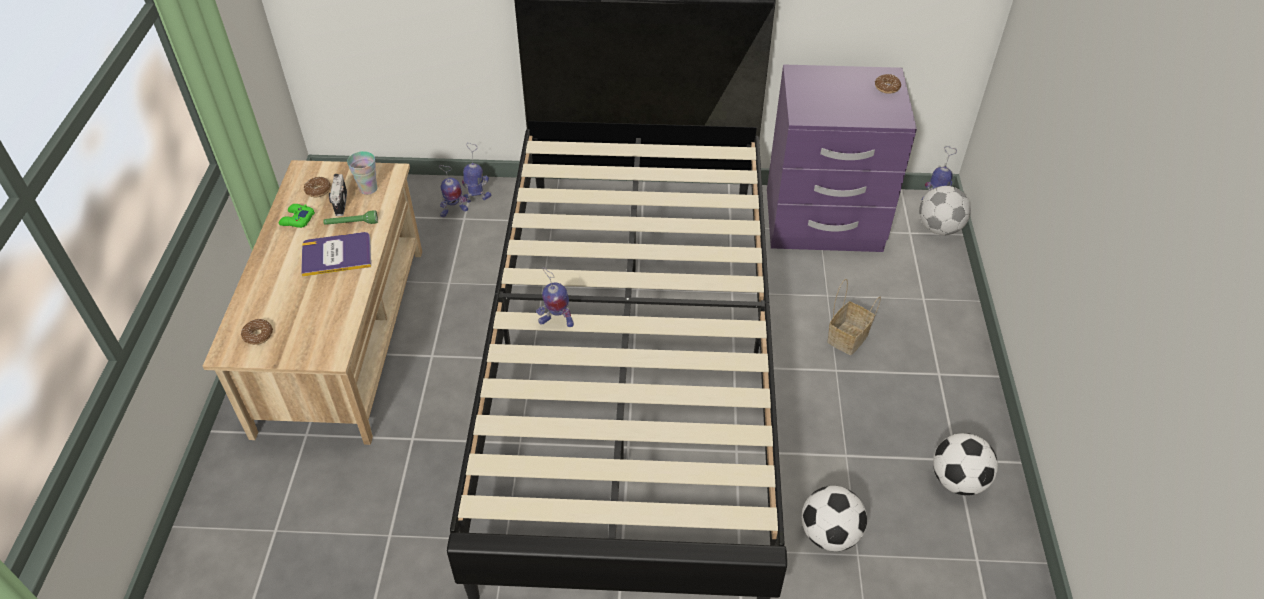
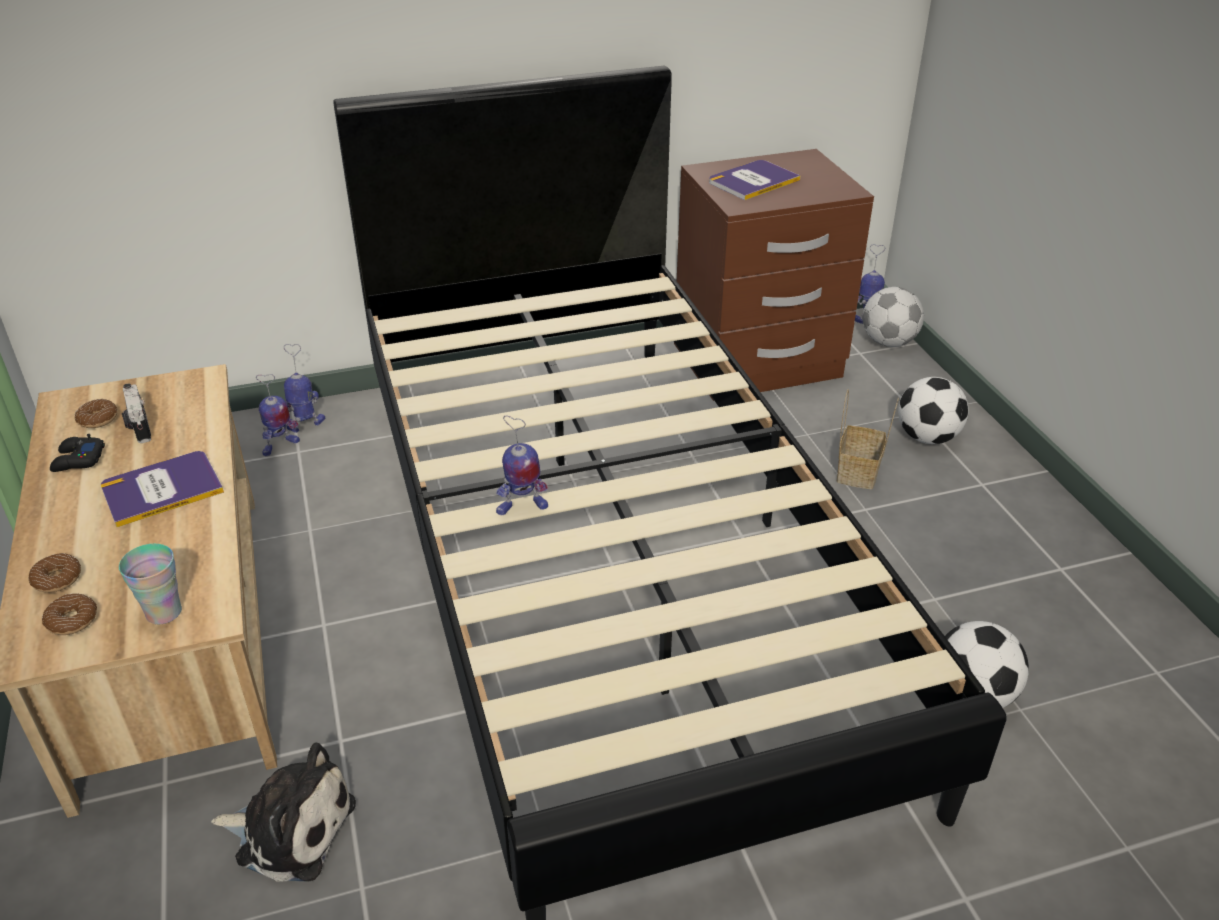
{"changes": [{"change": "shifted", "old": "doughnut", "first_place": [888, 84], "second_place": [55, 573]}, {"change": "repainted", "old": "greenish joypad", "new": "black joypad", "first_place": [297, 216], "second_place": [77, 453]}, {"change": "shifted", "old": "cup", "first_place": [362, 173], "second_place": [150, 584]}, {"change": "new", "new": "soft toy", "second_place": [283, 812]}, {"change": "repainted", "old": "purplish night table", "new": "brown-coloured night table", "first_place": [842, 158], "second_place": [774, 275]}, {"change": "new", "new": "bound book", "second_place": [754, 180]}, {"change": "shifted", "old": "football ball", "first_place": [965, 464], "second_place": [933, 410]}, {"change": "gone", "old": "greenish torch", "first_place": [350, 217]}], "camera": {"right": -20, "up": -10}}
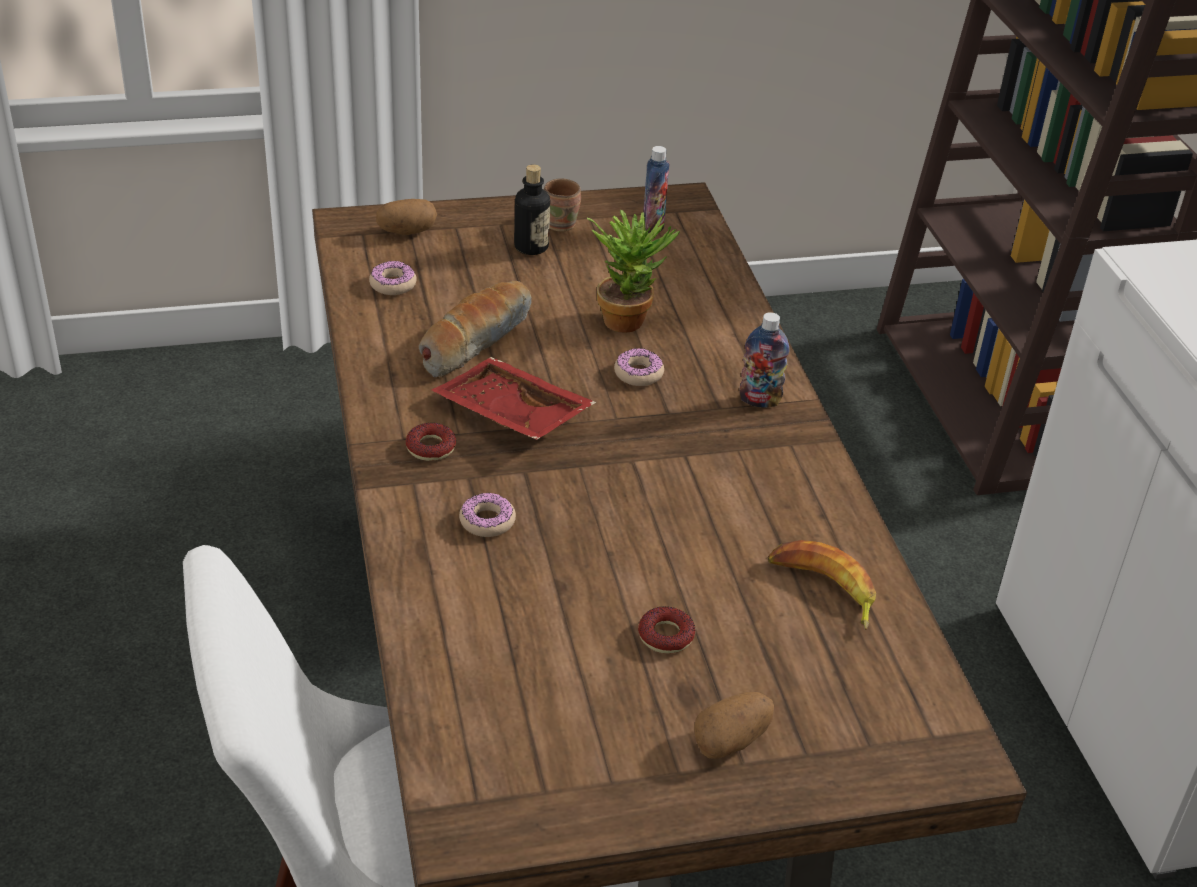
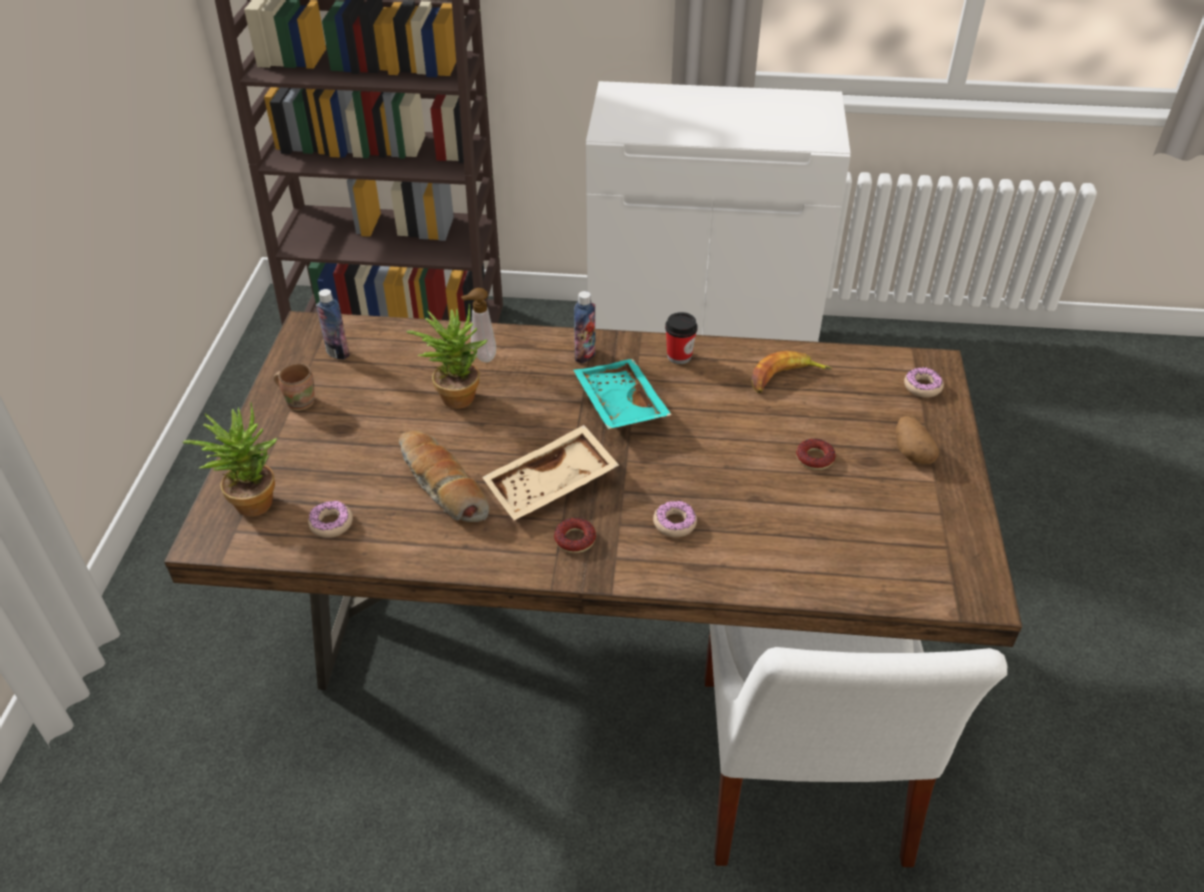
{"changes": [{"change": "swapped", "old": "potato", "new": "plant in a pot", "first_place": [406, 217], "second_place": [230, 460]}, {"change": "new", "new": "liquid soap bottle", "second_place": [478, 325]}, {"change": "repainted", "old": "red-coloured serving tray", "new": "beige-coloured serving tray", "first_place": [514, 398], "second_place": [550, 472]}, {"change": "new", "new": "turquoise serving tray", "second_place": [623, 394]}, {"change": "new", "new": "cup", "second_place": [681, 338]}, {"change": "shifted", "old": "doughnut", "first_place": [639, 367], "second_place": [924, 382]}, {"change": "gone", "old": "bottle", "first_place": [532, 209]}], "camera": {"right": -70, "up": 5}}
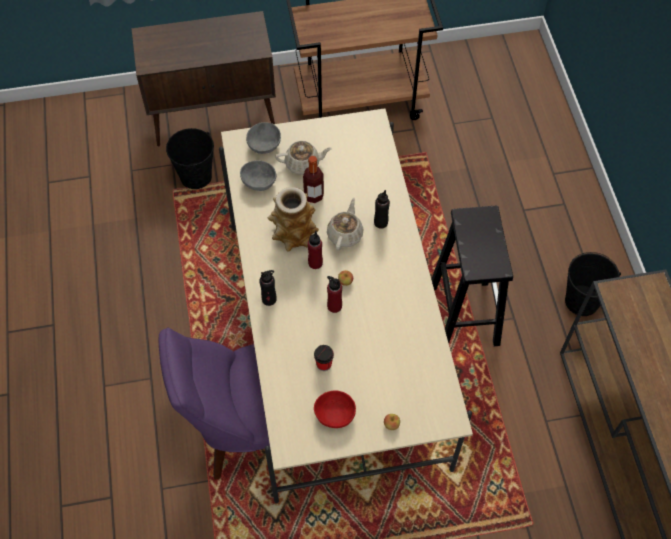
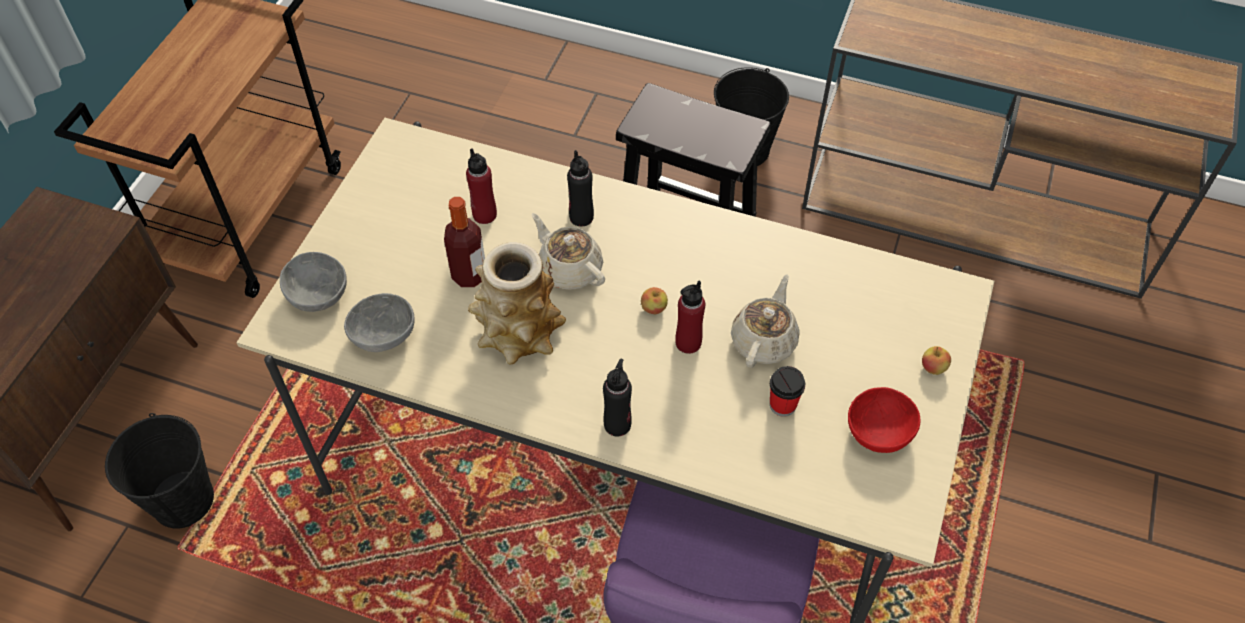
{"changes": [{"change": "shifted", "old": "red-coloured bottle", "first_place": [315, 250], "second_place": [481, 186]}, {"change": "shifted", "old": "beige-coloured pot for tea", "first_place": [303, 158], "second_place": [765, 321]}], "camera": {"right": -60, "up": -5}}
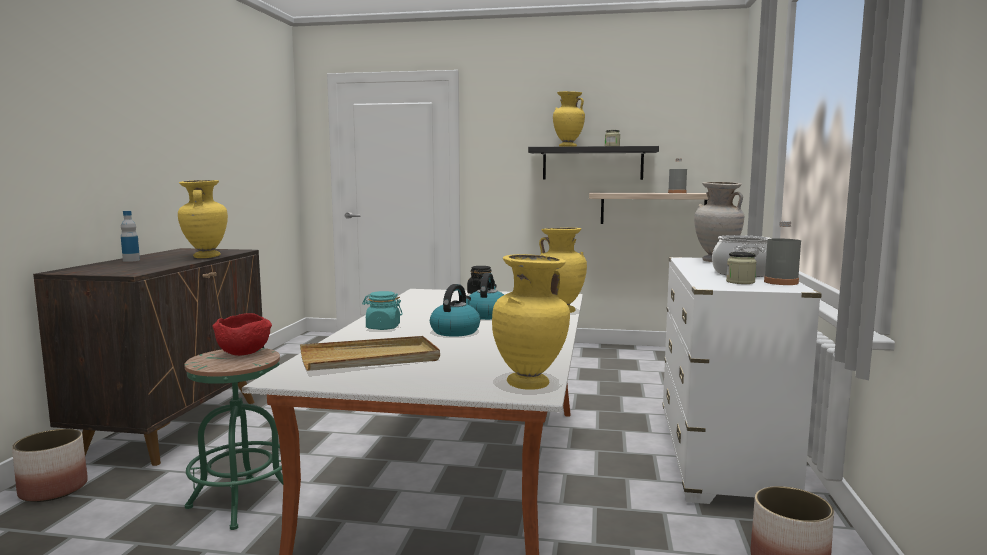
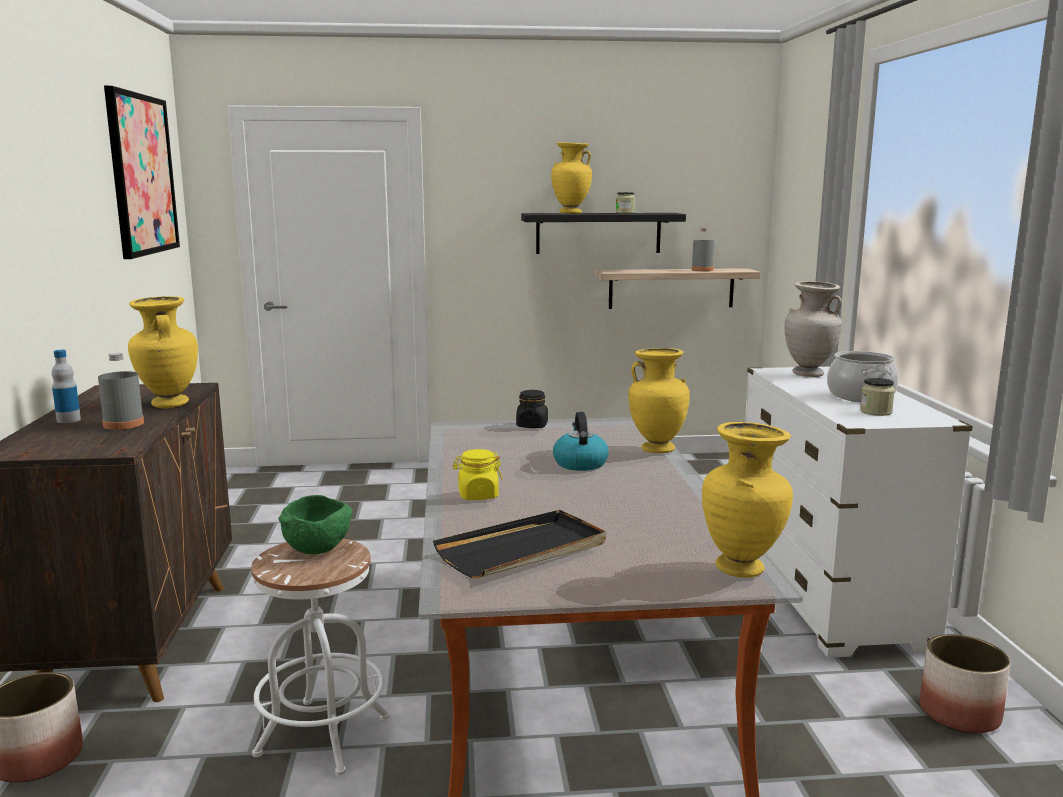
{"changes": [{"change": "shifted", "old": "grey bottle", "first_place": [782, 253], "second_place": [121, 391]}, {"change": "new", "new": "picture", "second_place": [142, 172]}, {"change": "repainted", "old": "greenish stool", "new": "white-coloured stool", "first_place": [233, 439], "second_place": [320, 657]}, {"change": "repainted", "old": "red-coloured bowl", "new": "greenish bowl", "first_place": [242, 334], "second_place": [316, 524]}, {"change": "repainted", "old": "beige-coloured serving tray", "new": "black serving tray", "first_place": [370, 353], "second_place": [519, 544]}, {"change": "repainted", "old": "turquoise storage jar", "new": "yellowish storage jar", "first_place": [382, 310], "second_place": [478, 474]}, {"change": "gone", "old": "tea kettle", "first_place": [455, 310]}], "camera": {"right": -15, "up": 5}}
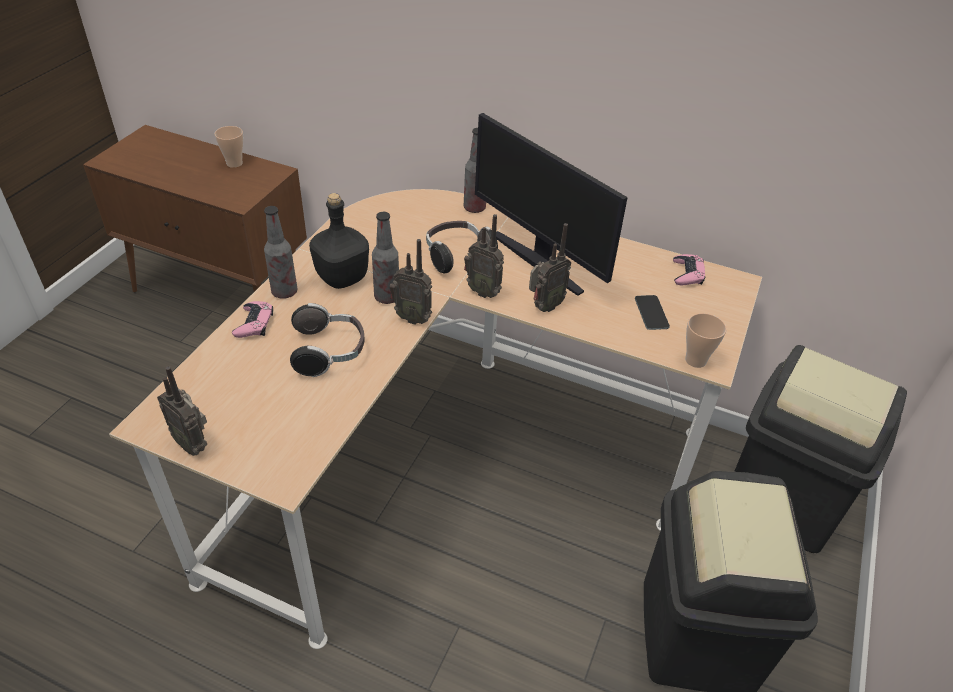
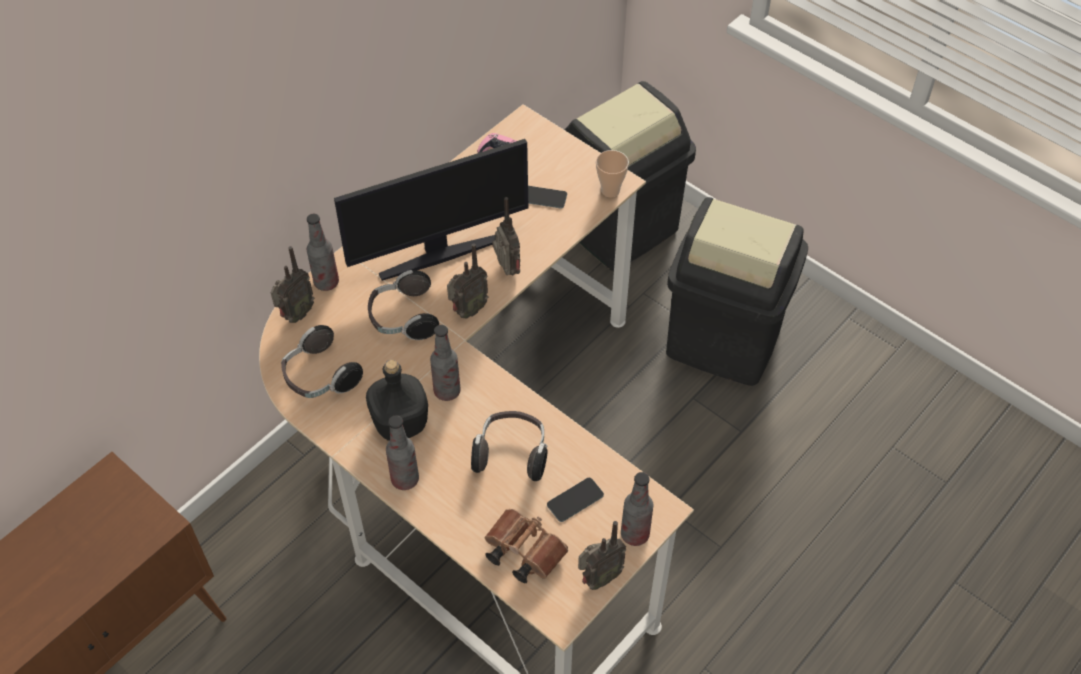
{"changes": [{"change": "shifted", "old": "radio set", "first_place": [411, 282], "second_place": [292, 284]}, {"change": "new", "new": "headset", "second_place": [322, 361]}, {"change": "new", "new": "brown-coloured pair of binoculars", "second_place": [526, 546]}, {"change": "new", "new": "phone", "second_place": [575, 500]}, {"change": "new", "new": "bottle", "second_place": [637, 509]}, {"change": "gone", "old": "cup", "first_place": [229, 147]}, {"change": "gone", "old": "pinkish joypad", "first_place": [252, 319]}], "camera": {"right": -70, "up": 10}}
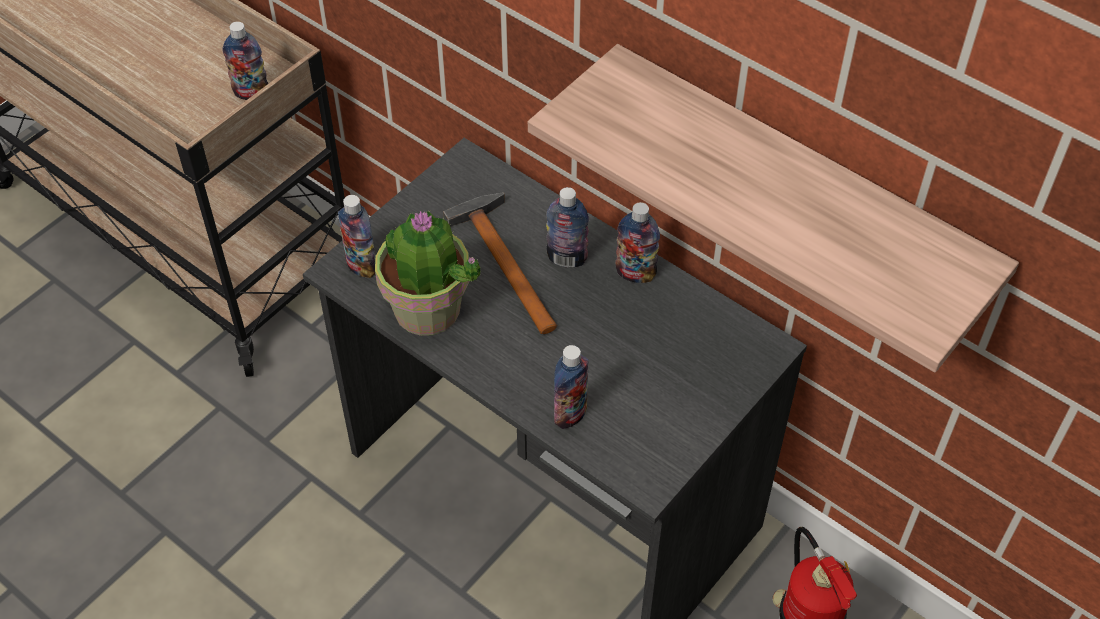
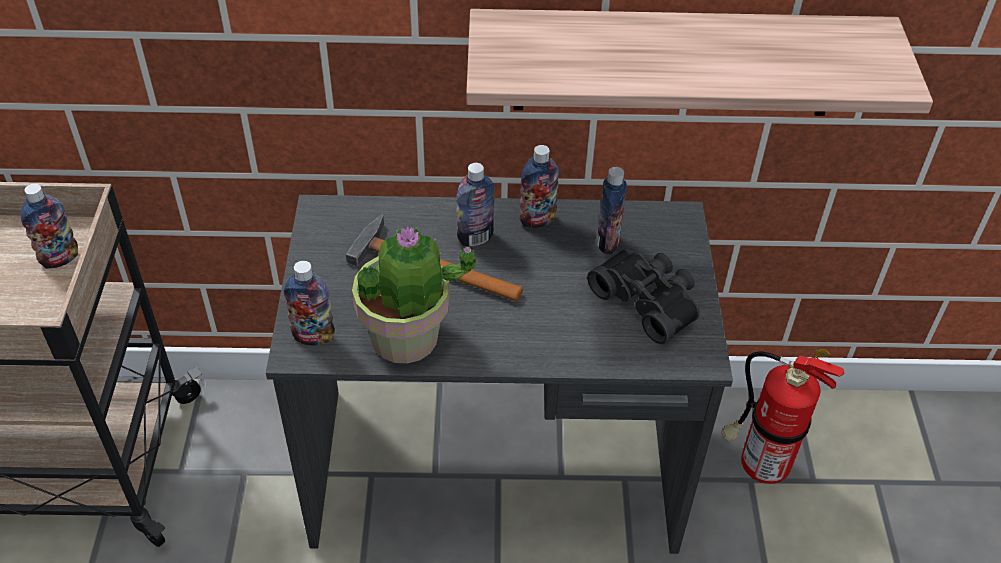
{"changes": [{"change": "new", "new": "black pair of binoculars", "second_place": [643, 296]}, {"change": "shifted", "old": "bottle", "first_place": [571, 387], "second_place": [611, 210]}], "camera": {"right": -40, "up": -5}}
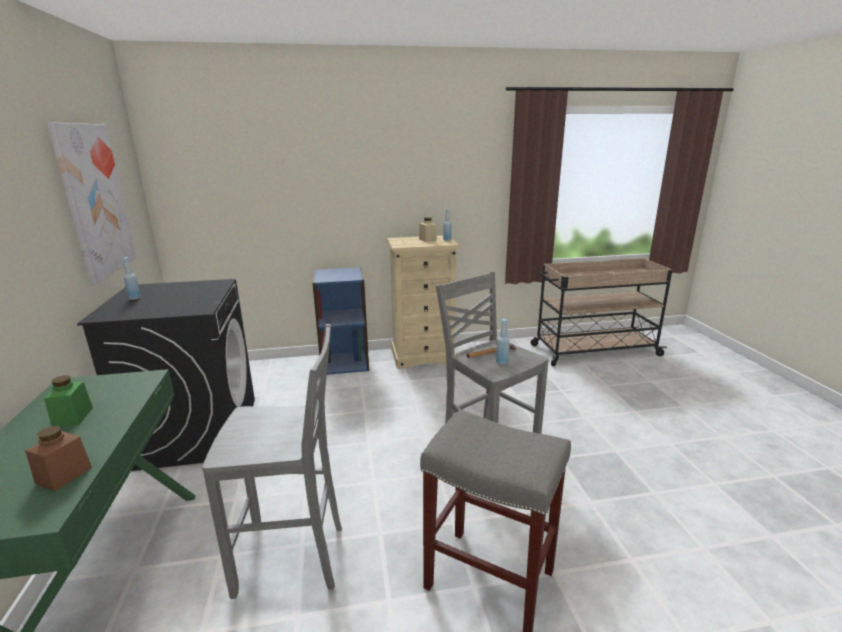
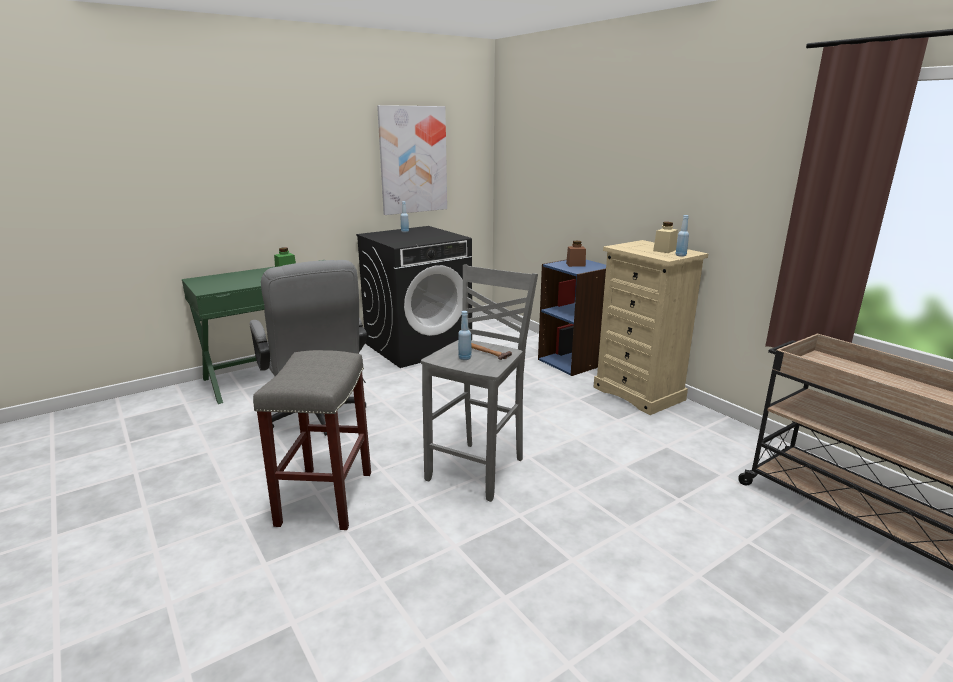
{"changes": [{"change": "swapped", "old": "grey stool", "new": "grey computer chair", "first_place": [272, 461], "second_place": [308, 348]}, {"change": "shifted", "old": "brown-coloured storage jar", "first_place": [58, 458], "second_place": [576, 254]}], "camera": {"right": 65, "up": 0}}
